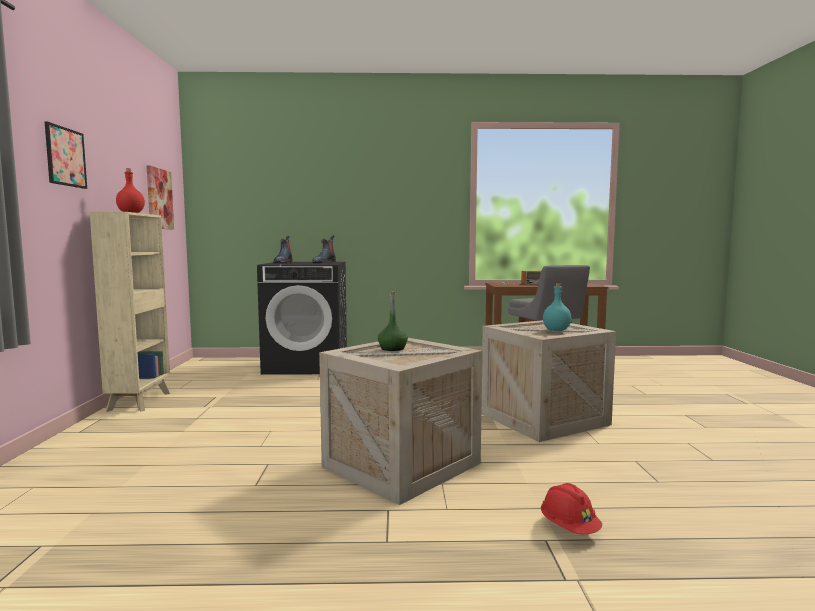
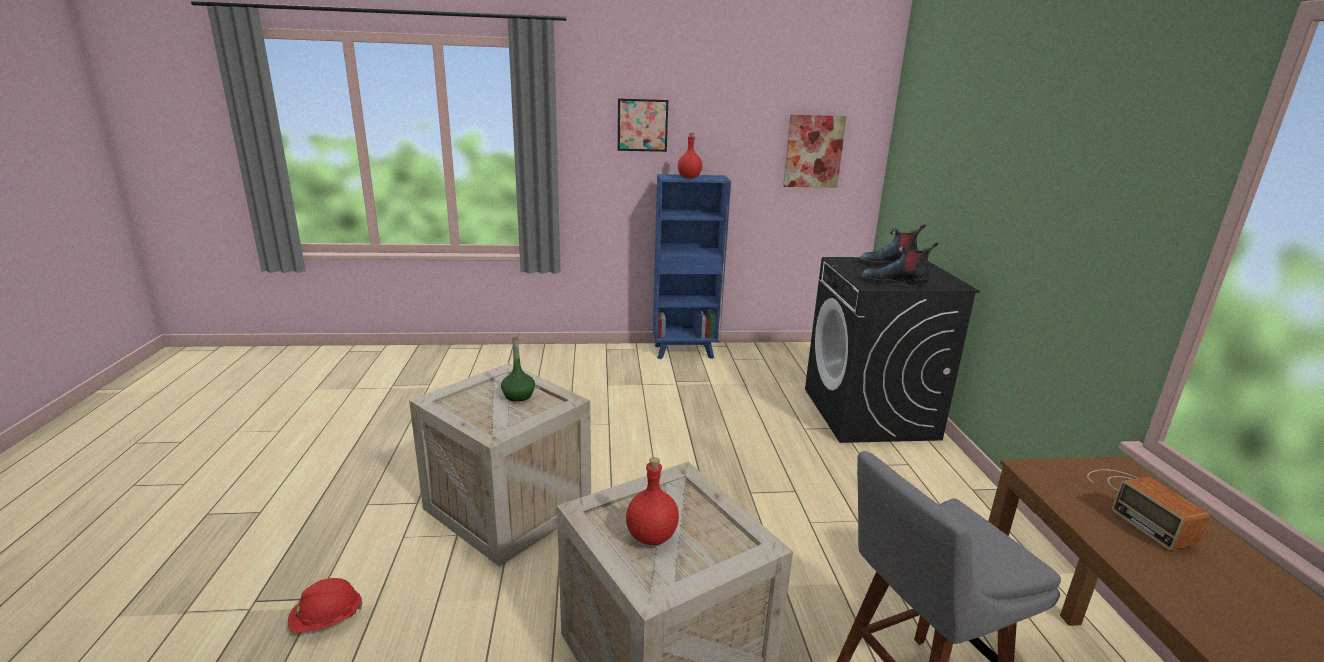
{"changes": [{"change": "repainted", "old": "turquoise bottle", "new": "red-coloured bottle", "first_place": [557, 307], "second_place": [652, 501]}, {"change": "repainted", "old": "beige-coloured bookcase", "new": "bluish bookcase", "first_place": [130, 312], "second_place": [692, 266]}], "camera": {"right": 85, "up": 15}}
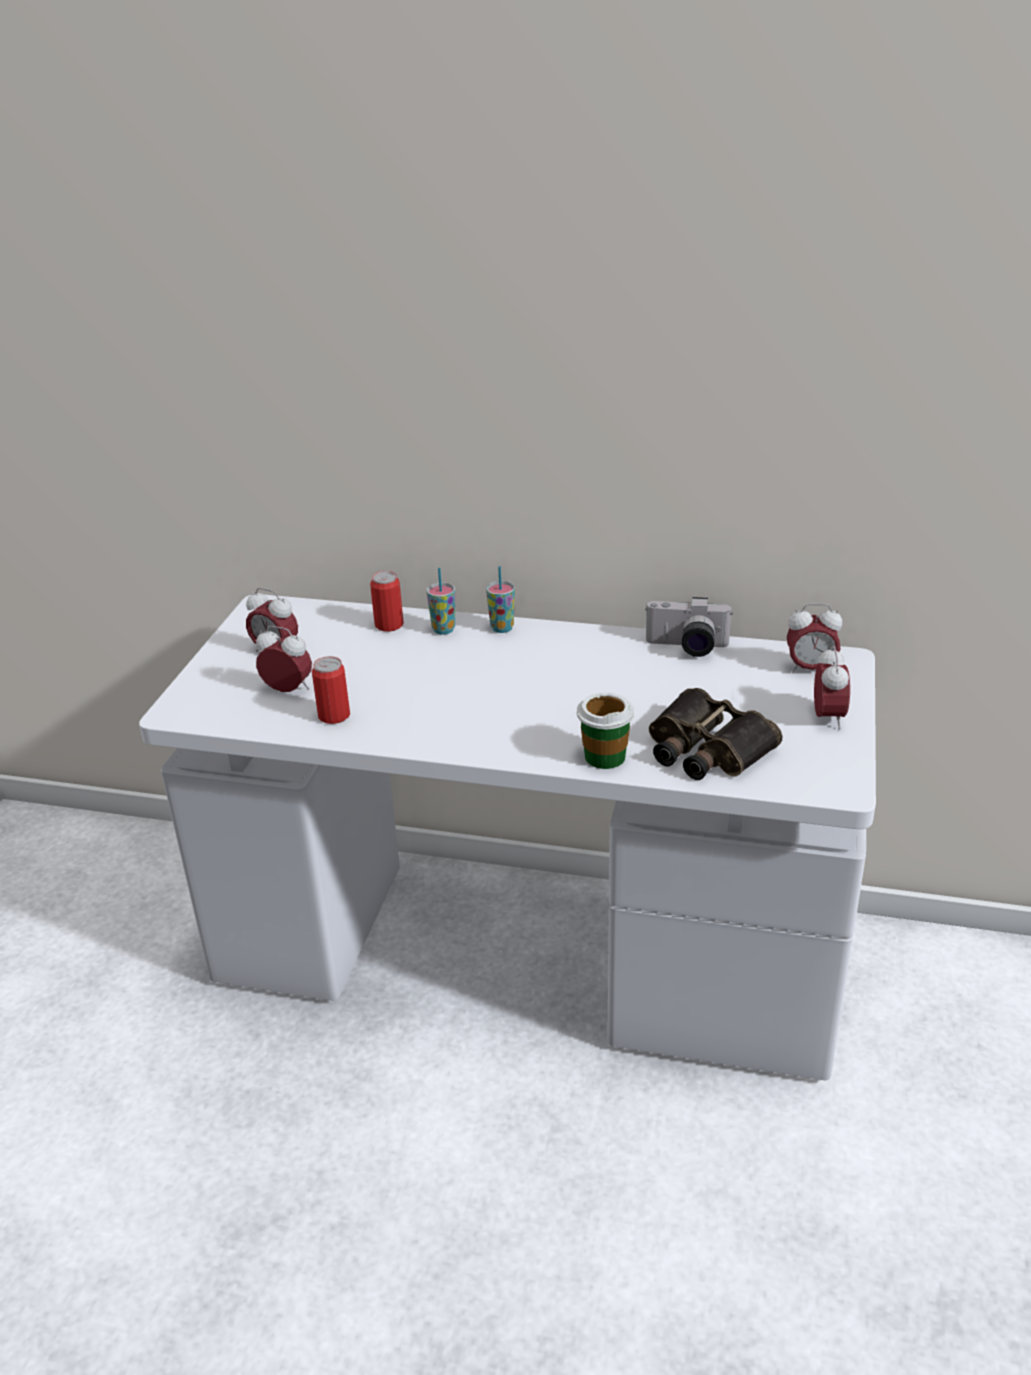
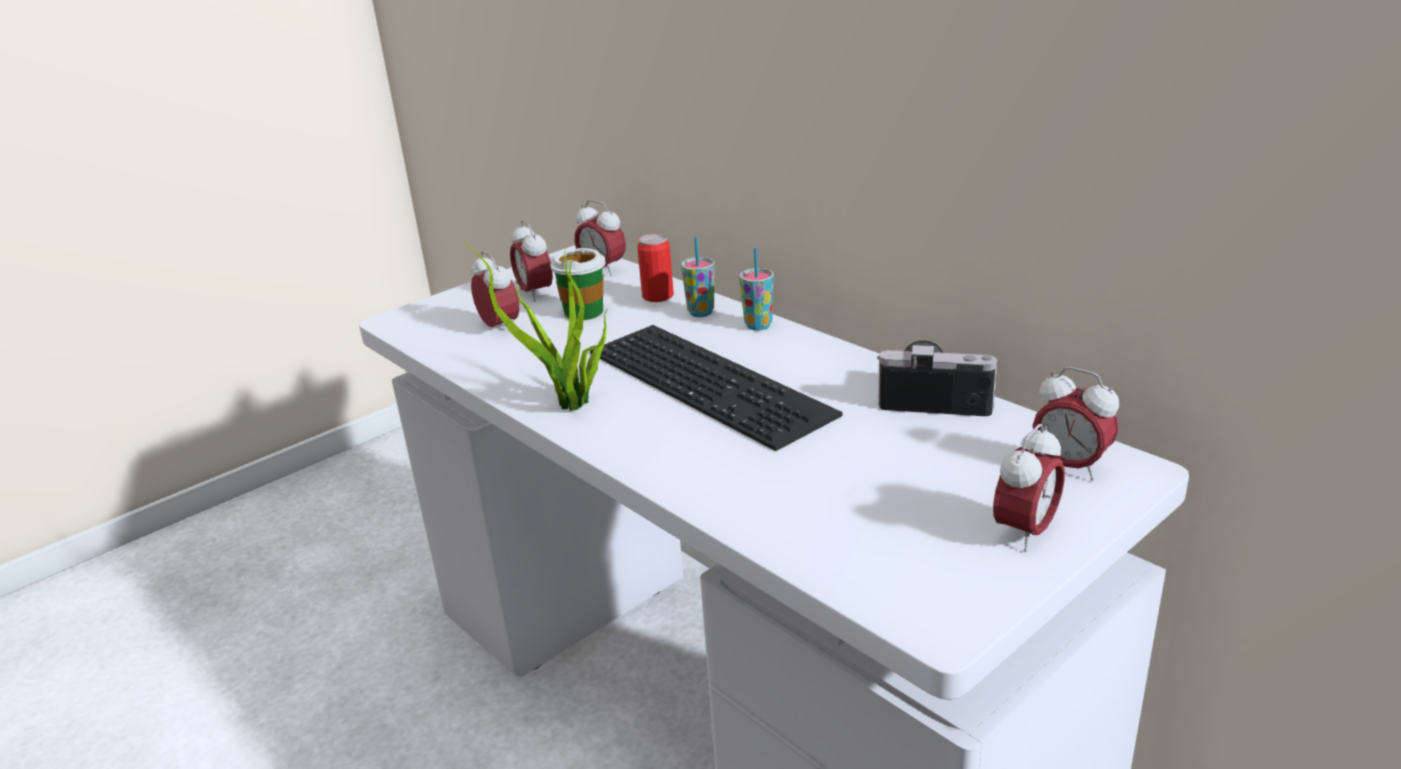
{"changes": [{"change": "new", "new": "plant in a pot", "second_place": [536, 327]}, {"change": "shifted", "old": "cup", "first_place": [605, 730], "second_place": [578, 284]}, {"change": "new", "new": "bedside clock", "second_place": [600, 238]}, {"change": "new", "new": "keyboard", "second_place": [716, 388]}, {"change": "rotated", "old": "still camera", "first_place": [689, 627], "second_place": [938, 378], "degrees": 150}, {"change": "gone", "old": "metal can", "first_place": [331, 690]}, {"change": "gone", "old": "pair of binoculars", "first_place": [715, 734]}], "camera": {"right": 35, "up": -5}}
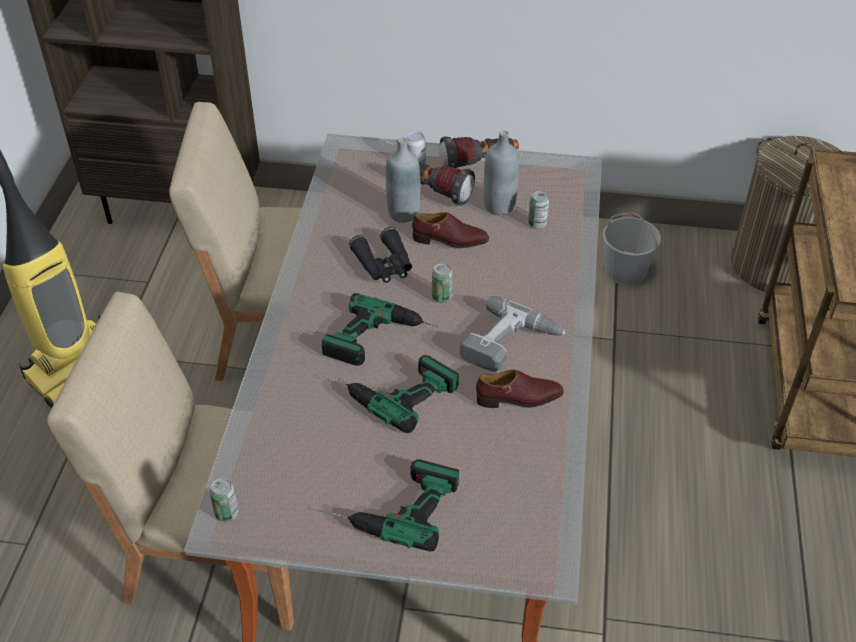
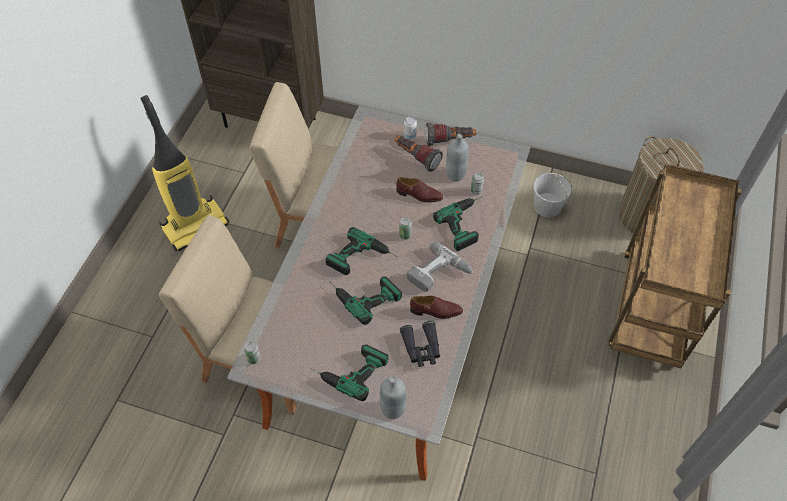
{"changes": [{"change": "shifted", "old": "grey bottle", "first_place": [403, 180], "second_place": [393, 397]}, {"change": "shifted", "old": "black pair of binoculars", "first_place": [380, 255], "second_place": [420, 344]}, {"change": "new", "new": "electric drill", "second_place": [458, 223]}], "camera": {"right": 10, "up": 10}}
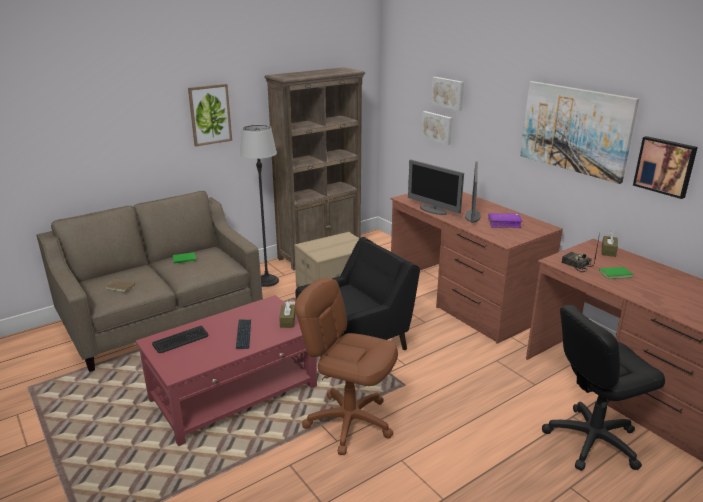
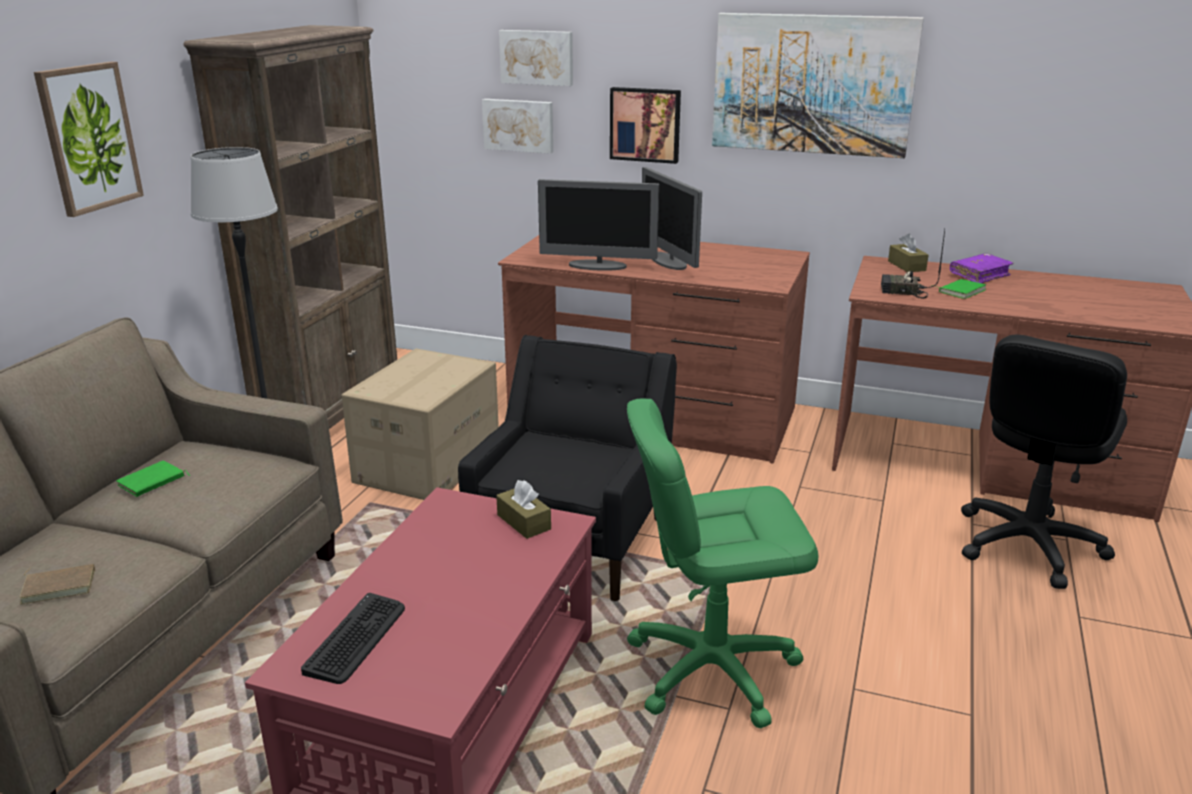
{"changes": [{"change": "shifted", "old": "picture", "first_place": [665, 167], "second_place": [645, 125]}, {"change": "repainted", "old": "brown-coloured computer chair", "new": "greenish computer chair", "first_place": [346, 366], "second_place": [722, 564]}, {"change": "shifted", "old": "purplish bound book", "first_place": [505, 220], "second_place": [982, 268]}, {"change": "gone", "old": "keyboard", "first_place": [243, 334]}], "camera": {"right": -35, "up": 0}}
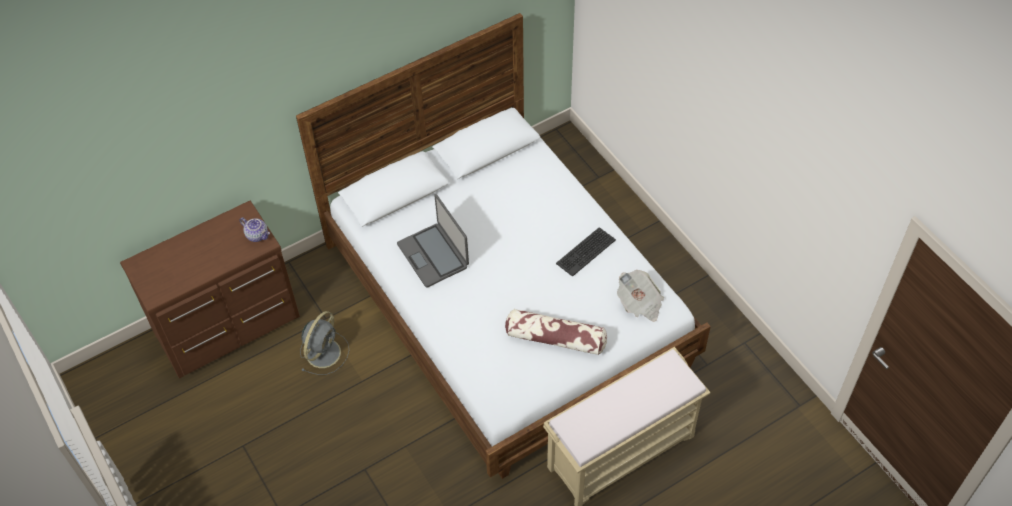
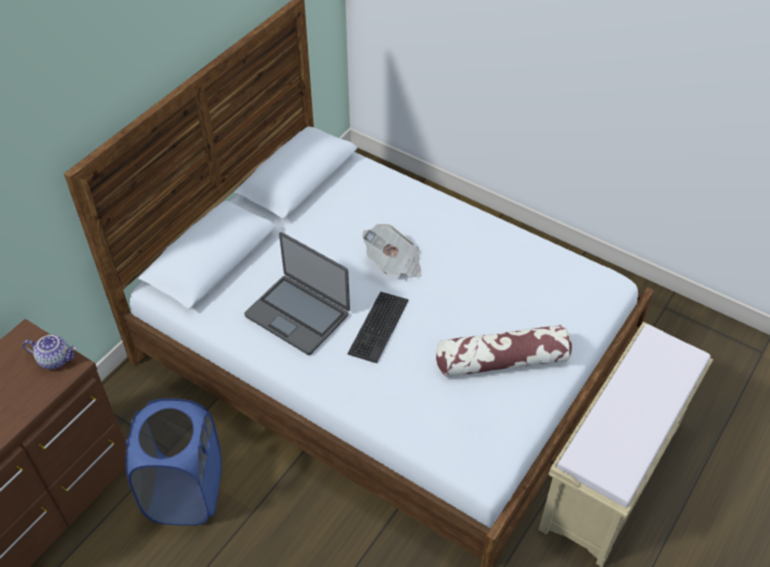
{"changes": [{"change": "swapped", "old": "grey electric fan", "new": "bluish hamper", "first_place": [324, 343], "second_place": [173, 462]}, {"change": "shifted", "old": "keyboard", "first_place": [586, 252], "second_place": [378, 327]}, {"change": "shifted", "old": "newspaper", "first_place": [640, 296], "second_place": [392, 250]}], "camera": {"right": -25, "up": -5}}
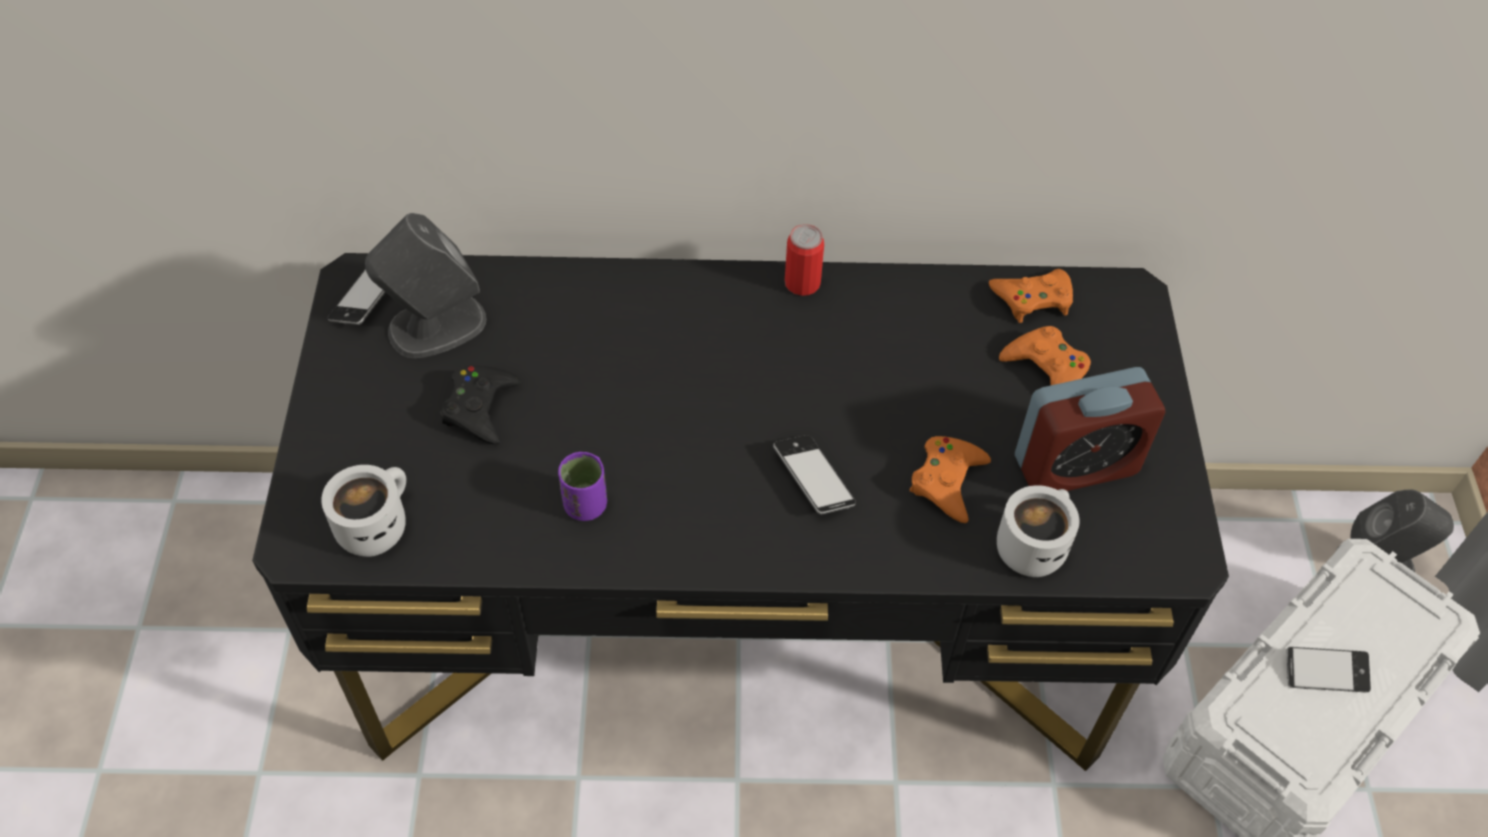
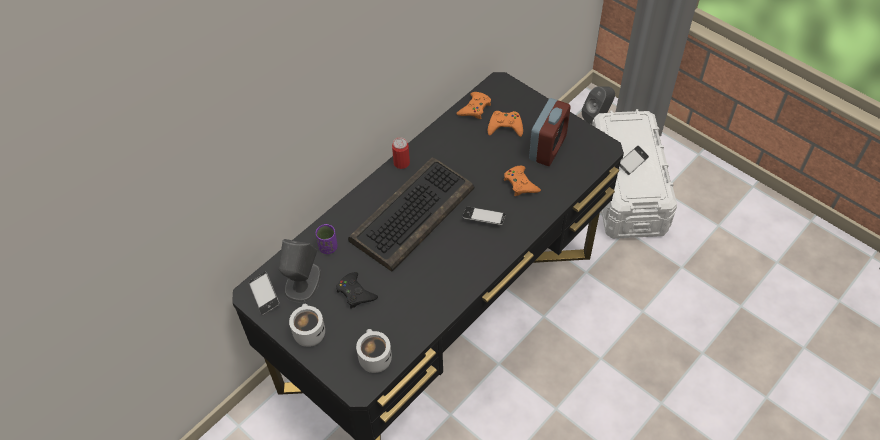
{"changes": [{"change": "shifted", "old": "white-coloured coffee mug", "first_place": [1038, 531], "second_place": [307, 325]}, {"change": "shifted", "old": "purplish cup", "first_place": [582, 486], "second_place": [327, 239]}, {"change": "new", "new": "keyboard", "second_place": [411, 214]}], "camera": {"right": -45, "up": 0}}
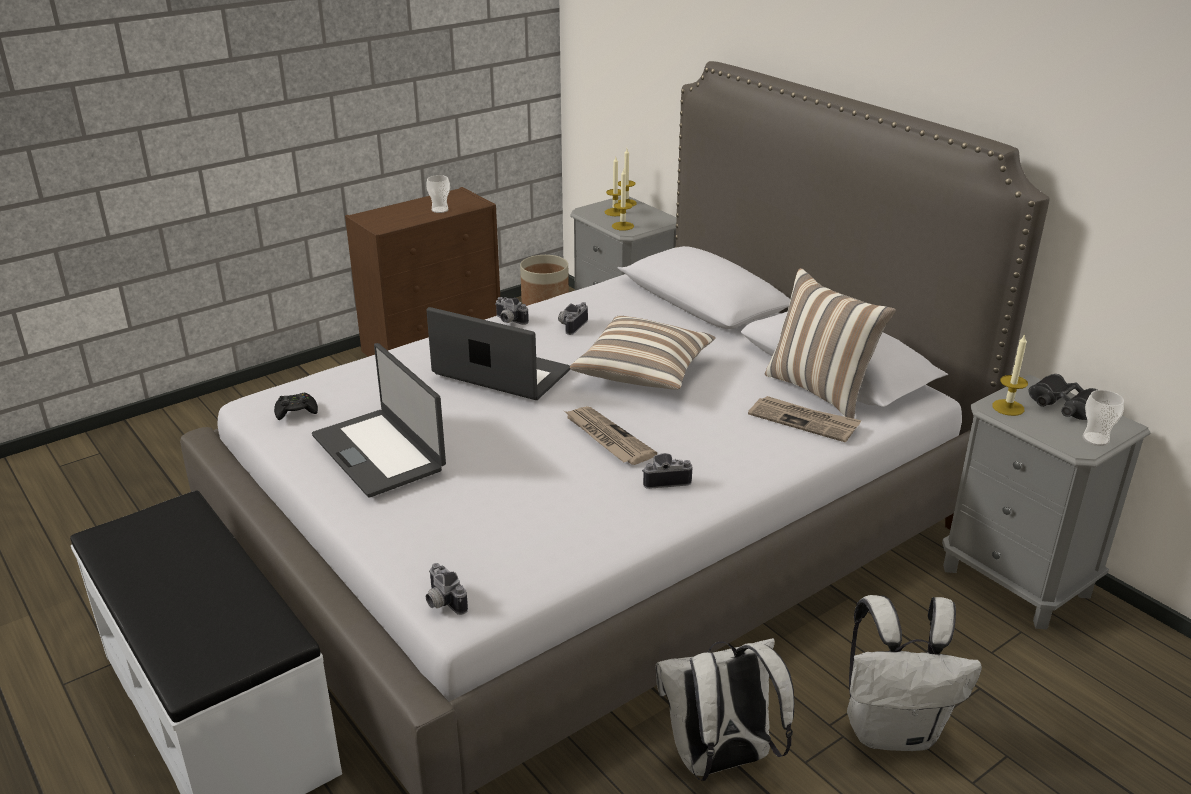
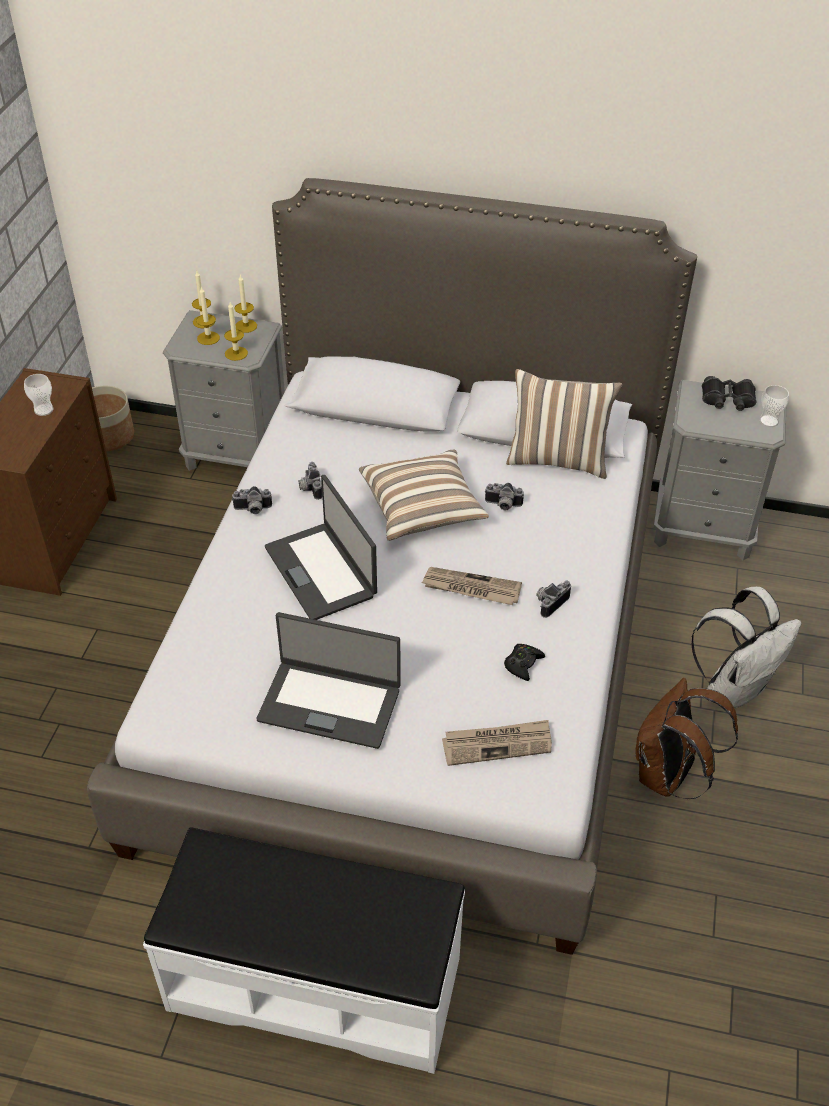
{"changes": [{"change": "shifted", "old": "wax candle", "first_place": [1010, 375], "second_place": [245, 303]}, {"change": "rotated", "old": "laptop", "first_place": [498, 353], "second_place": [321, 547], "degrees": -105}, {"change": "shifted", "old": "newspaper", "first_place": [805, 419], "second_place": [497, 743]}, {"change": "shifted", "old": "still camera", "first_place": [447, 589], "second_place": [504, 496]}, {"change": "shifted", "old": "black joypad", "first_place": [296, 406], "second_place": [524, 662]}, {"change": "repainted", "old": "white-coloured backpack", "new": "brown-coloured backpack", "first_place": [725, 709], "second_place": [686, 738]}], "camera": {"right": -40, "up": 15}}
